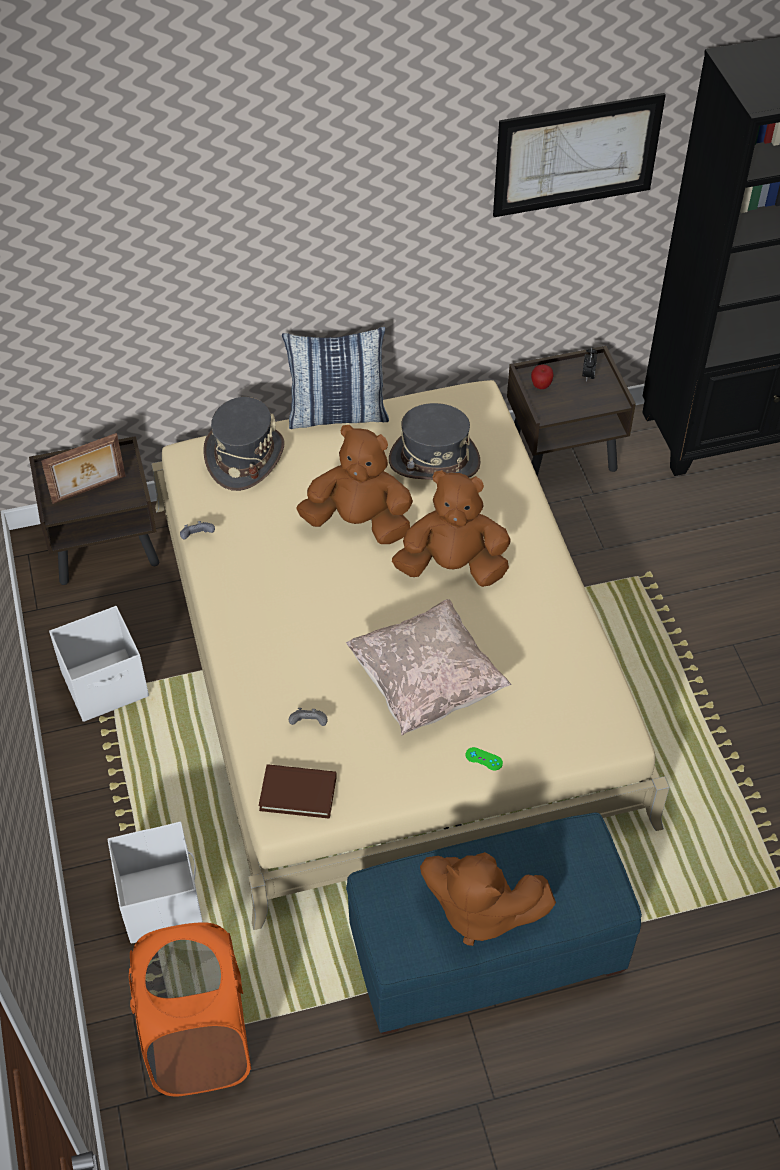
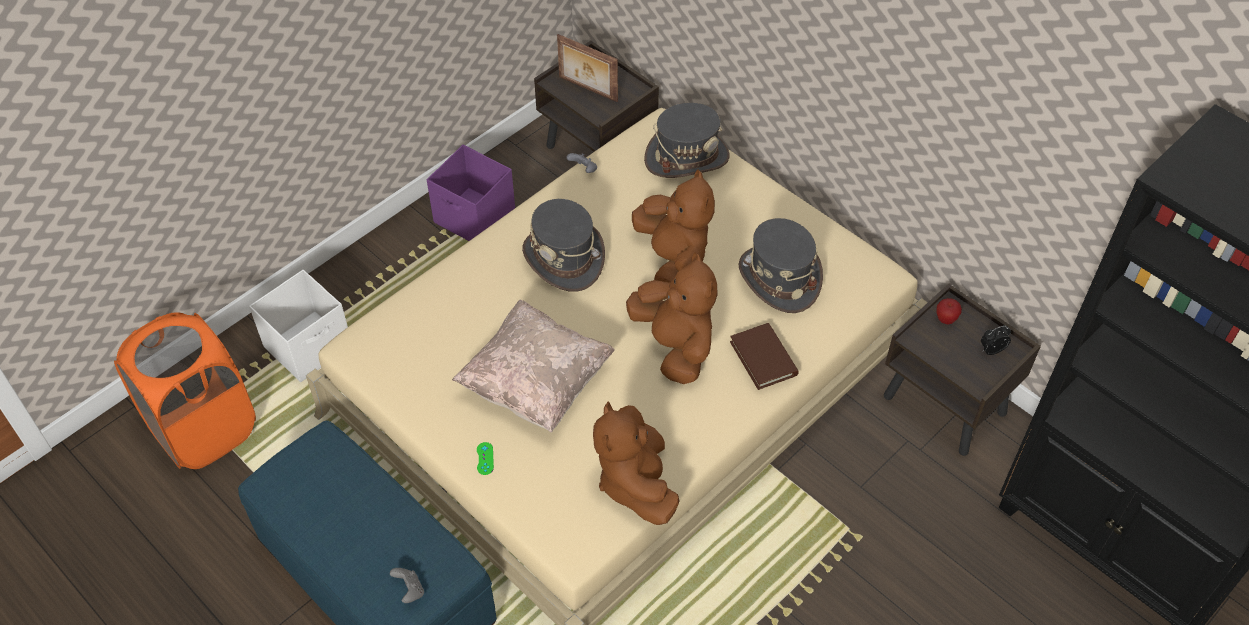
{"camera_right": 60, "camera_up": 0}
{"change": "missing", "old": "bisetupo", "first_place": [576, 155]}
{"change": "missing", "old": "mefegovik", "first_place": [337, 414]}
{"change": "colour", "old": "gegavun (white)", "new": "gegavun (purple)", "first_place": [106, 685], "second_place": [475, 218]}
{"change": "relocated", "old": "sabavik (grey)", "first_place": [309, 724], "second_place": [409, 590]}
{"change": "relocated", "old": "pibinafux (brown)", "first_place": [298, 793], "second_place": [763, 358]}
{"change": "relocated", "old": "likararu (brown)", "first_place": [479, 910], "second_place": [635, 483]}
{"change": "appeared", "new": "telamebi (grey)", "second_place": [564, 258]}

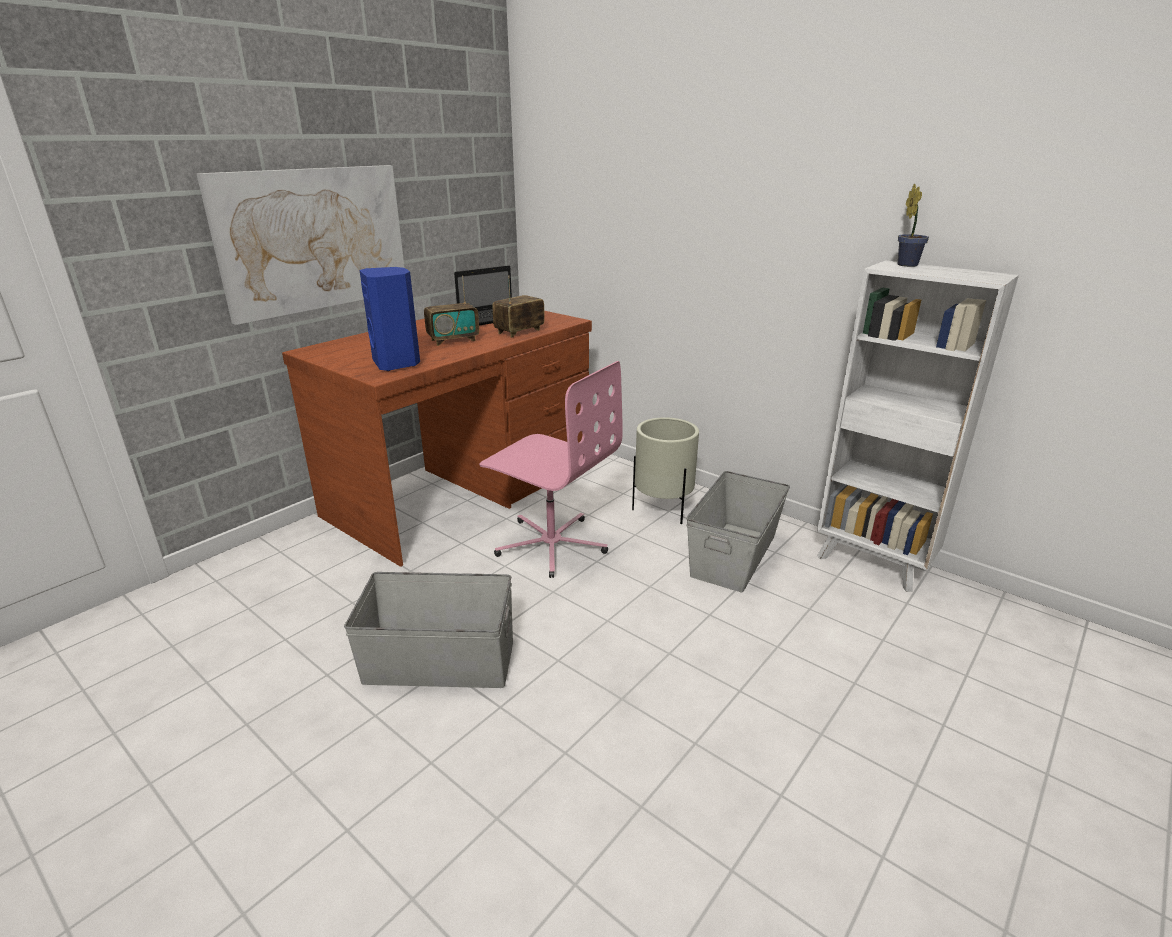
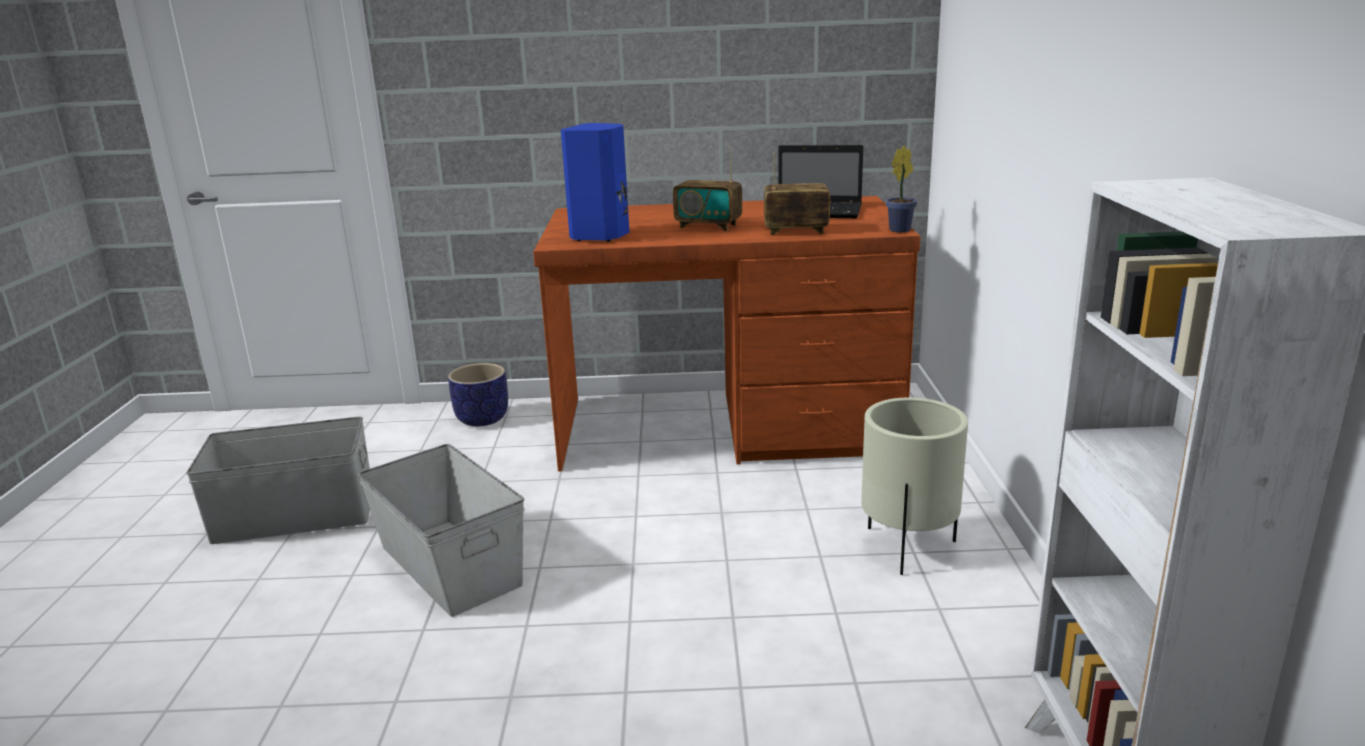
{"camera_right": 50, "camera_up": -5}
{"change": "missing", "old": "bisetupo", "first_place": [314, 239]}
{"change": "relocated", "old": "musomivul", "first_place": [906, 264], "second_place": [901, 229]}
{"change": "missing", "old": "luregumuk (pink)", "first_place": [551, 544]}
{"change": "relocated", "old": "gegavun (grey)", "first_place": [734, 555], "second_place": [295, 517]}
{"change": "appeared", "new": "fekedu", "second_place": [483, 419]}

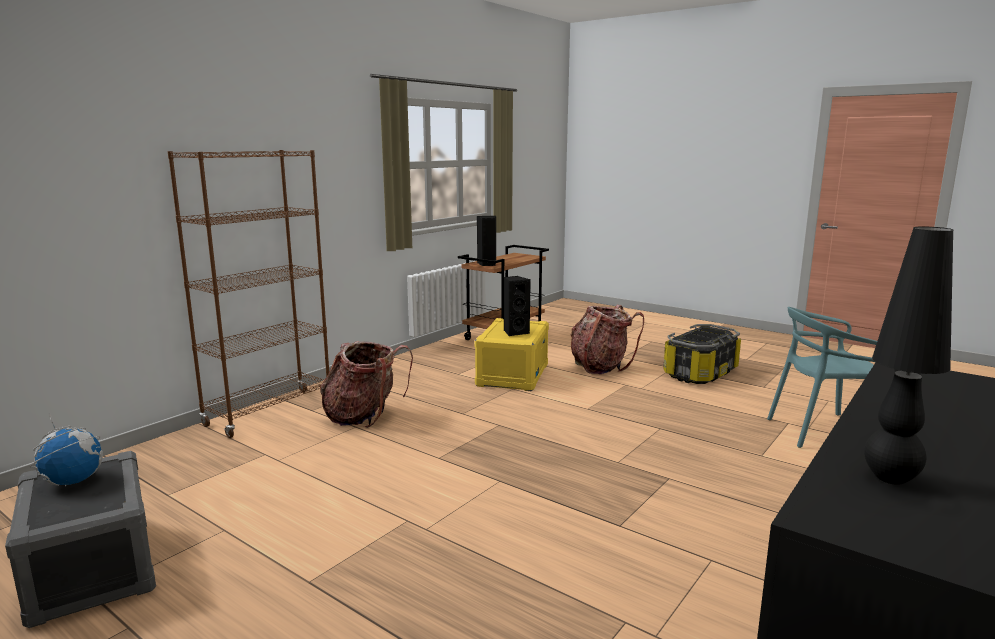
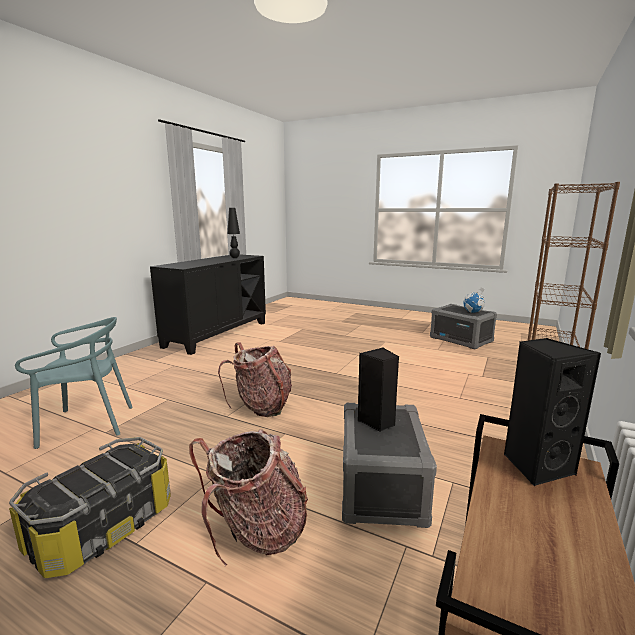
{"camera_right": 170, "camera_up": 0}
{"change": "colour", "old": "gegavun (yellow)", "new": "gegavun (grey)", "first_place": [512, 375], "second_place": [382, 487]}
{"change": "relocated", "old": "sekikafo", "first_place": [364, 416], "second_place": [262, 406]}

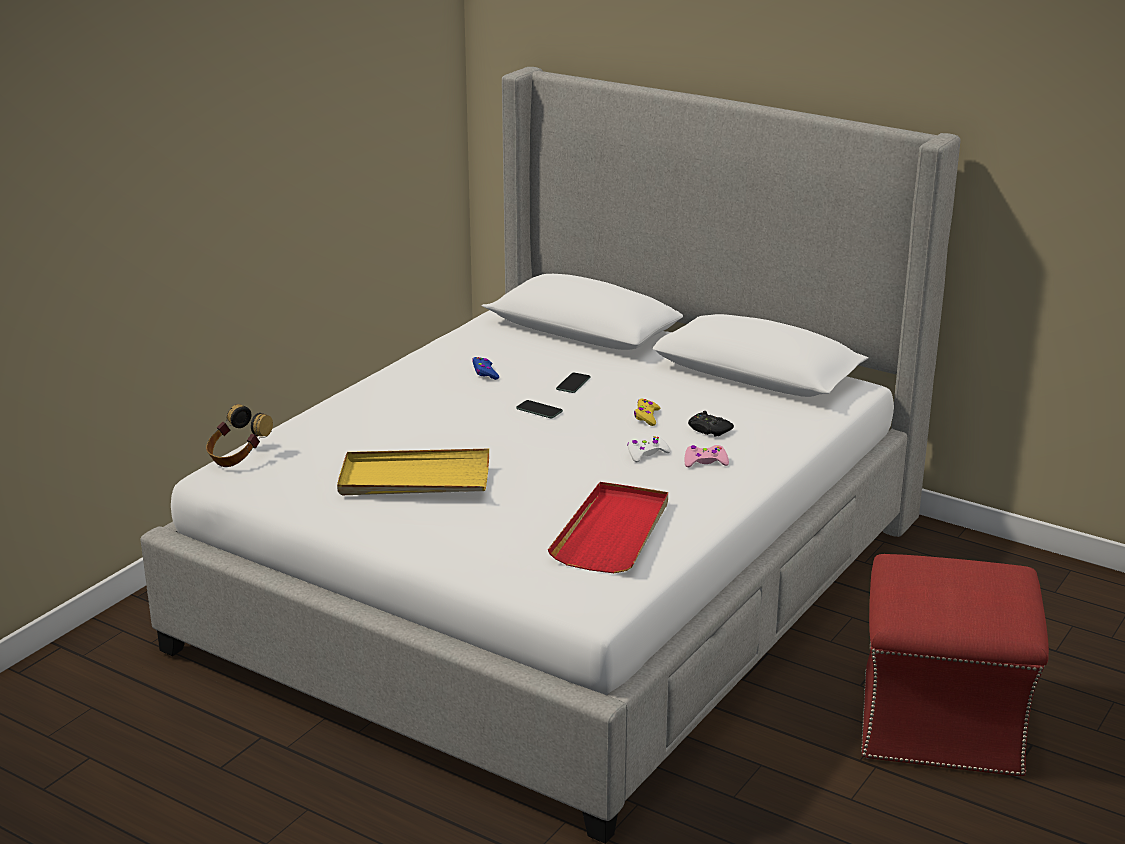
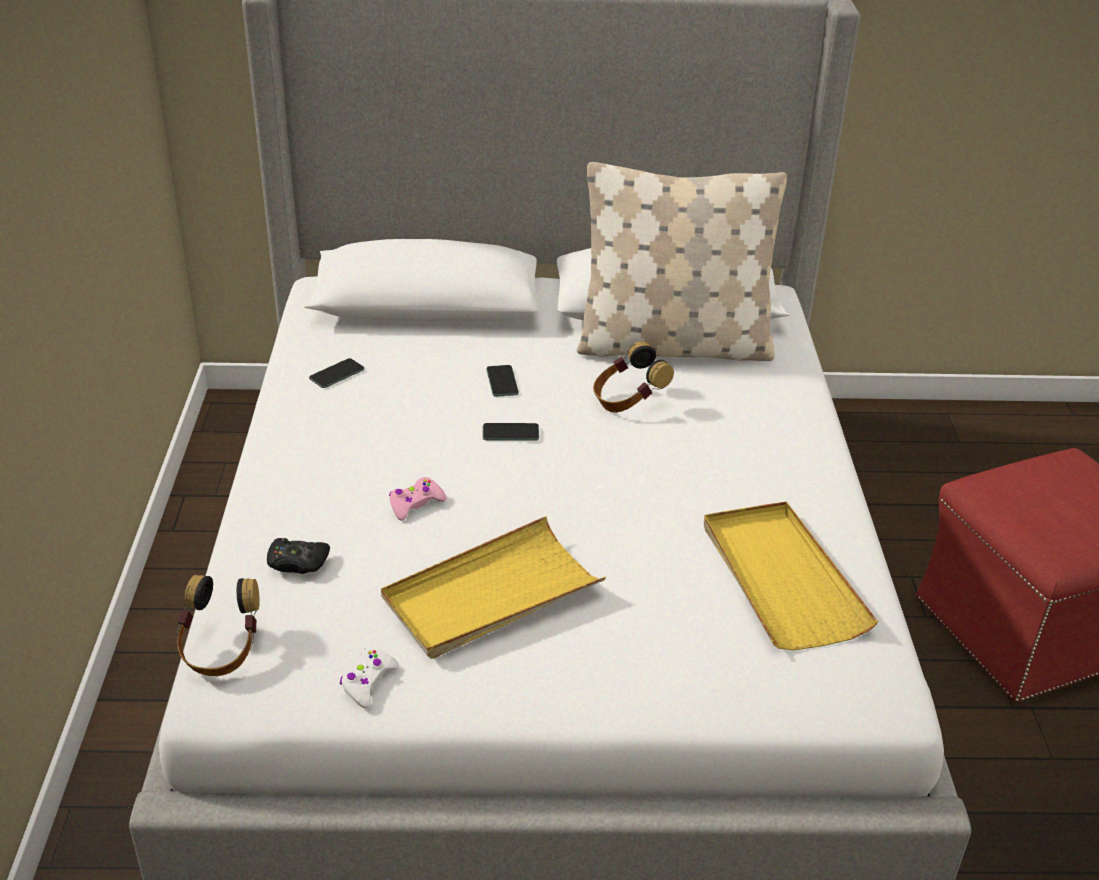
{"camera_right": -35, "camera_up": 10}
{"change": "missing", "old": "sabavik (blue)", "first_place": [485, 373]}
{"change": "exchanged", "old": "sabavik (yellow)", "new": "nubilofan", "first_place": [646, 417], "second_place": [627, 401]}
{"change": "relocated", "old": "sabavik (black)", "first_place": [708, 430], "second_place": [297, 562]}
{"change": "relocated", "old": "sabavik (white)", "first_place": [646, 454], "second_place": [368, 682]}
{"change": "relocated", "old": "sabavik (pink)", "first_place": [705, 462], "second_place": [415, 504]}
{"change": "colour", "old": "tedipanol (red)", "new": "tedipanol (yellow)", "first_place": [613, 532], "second_place": [781, 579]}
{"change": "appeared", "new": "mefegovik (beige)", "second_place": [673, 345]}
{"change": "appeared", "new": "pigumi", "second_place": [337, 374]}

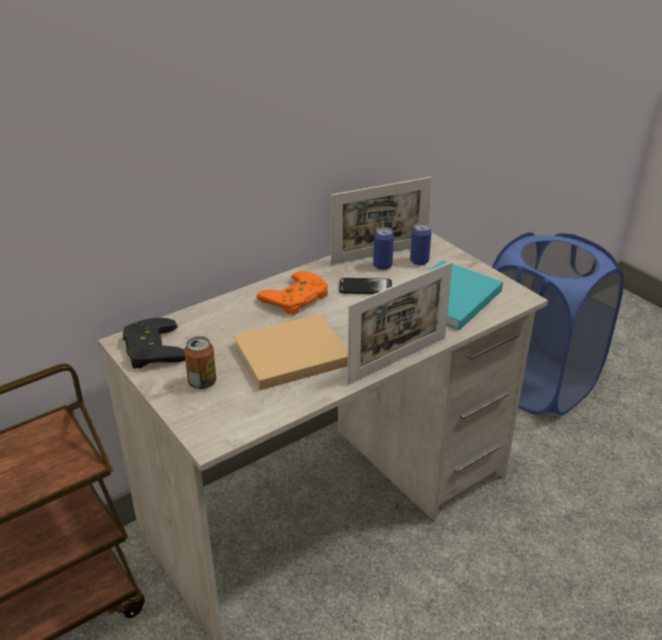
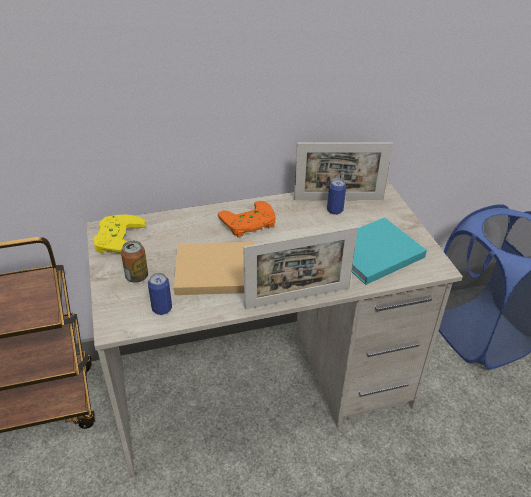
{"camera_right": 20, "camera_up": 5}
{"change": "relocated", "old": "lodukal", "first_place": [419, 261], "second_place": [162, 309]}
{"change": "missing", "old": "pigumi", "first_place": [365, 287]}
{"change": "colour", "old": "sabavik (black)", "new": "sabavik (yellow)", "first_place": [149, 349], "second_place": [116, 238]}

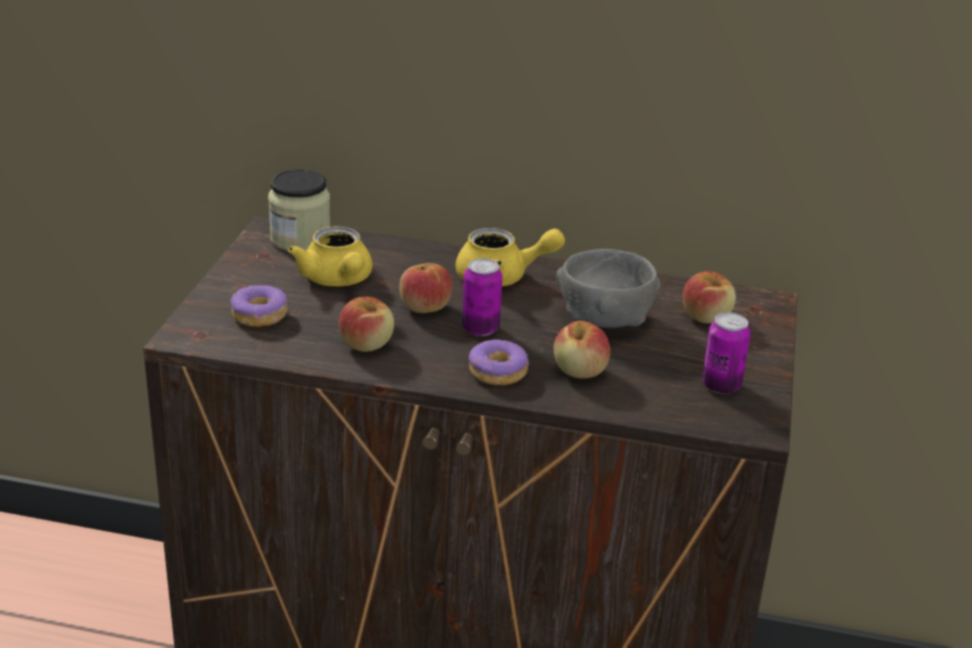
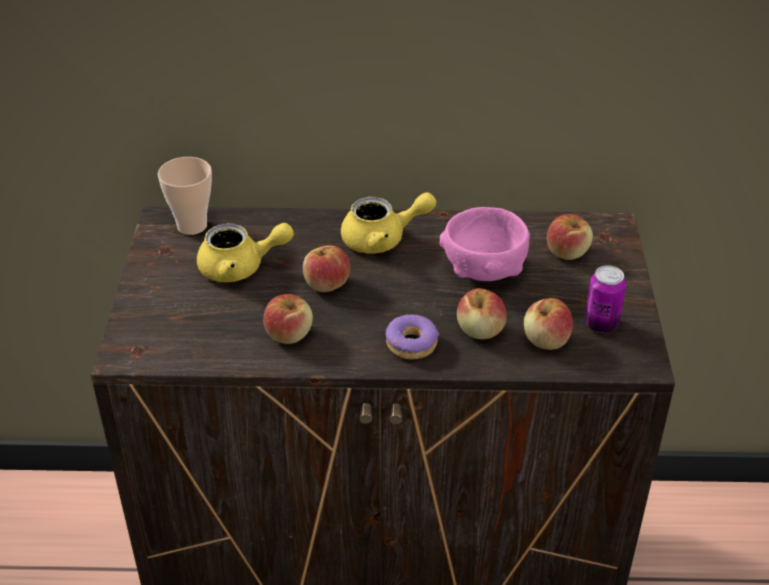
{"camera_right": -10, "camera_up": 10}
{"change": "exchanged", "old": "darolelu", "new": "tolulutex", "first_place": [300, 239], "second_place": [192, 226]}
{"change": "spun", "old": "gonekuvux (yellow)", "first_place": [338, 280], "second_place": [241, 267], "degrees": -60}
{"change": "colour", "old": "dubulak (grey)", "new": "dubulak (pink)", "first_place": [605, 319], "second_place": [484, 270]}
{"change": "missing", "old": "lodukal", "first_place": [480, 328]}
{"change": "missing", "old": "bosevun", "first_place": [259, 315]}
{"change": "appeared", "new": "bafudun", "second_place": [546, 340]}

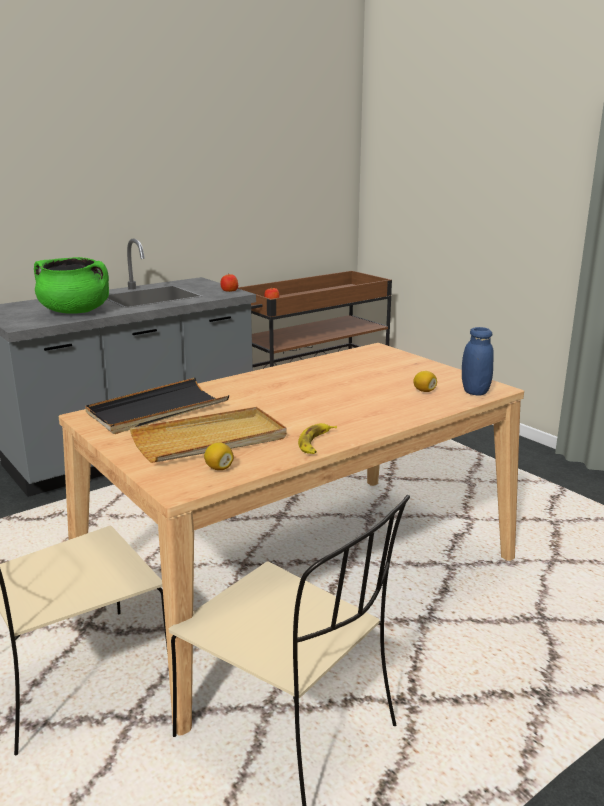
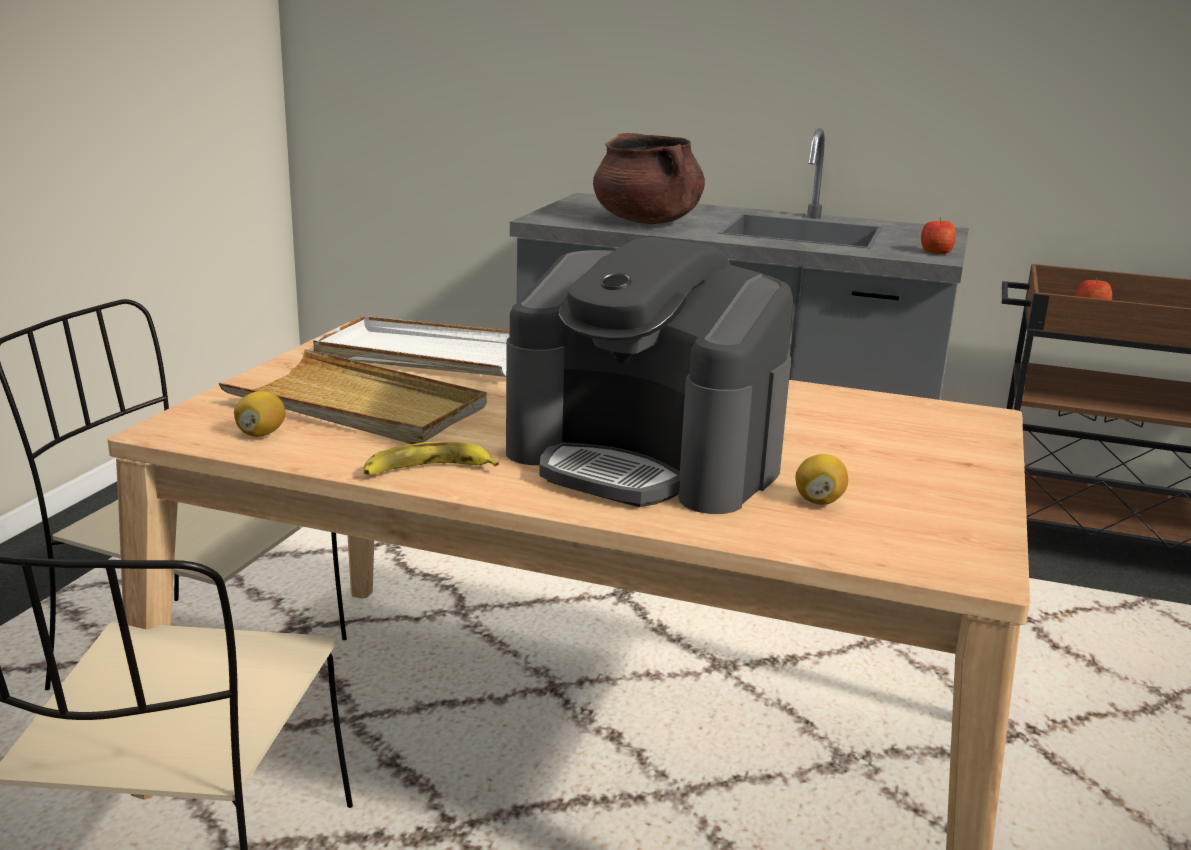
{"camera_right": 55, "camera_up": 0}
{"change": "colour", "old": "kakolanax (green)", "new": "kakolanax (brown)", "first_place": [75, 312], "second_place": [647, 222]}
{"change": "missing", "old": "darolelu (blue)", "first_place": [475, 391]}
{"change": "colour", "old": "tedipanol (black)", "new": "tedipanol (white)", "first_place": [157, 410], "second_place": [429, 356]}
{"change": "appeared", "new": "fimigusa", "second_place": [645, 460]}

